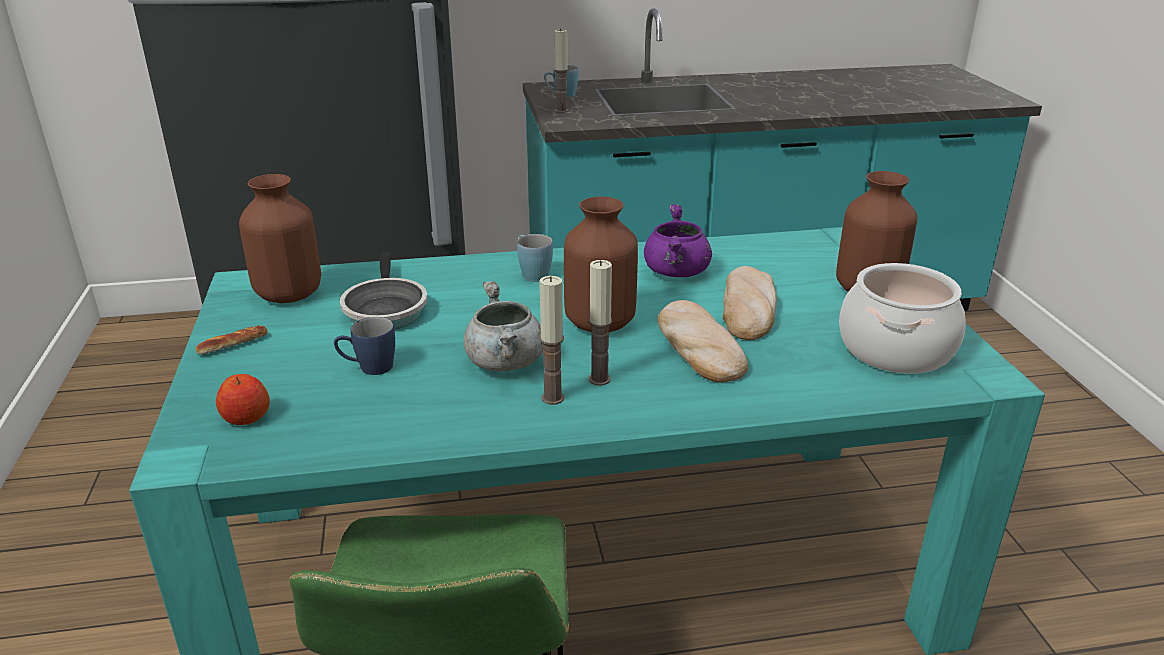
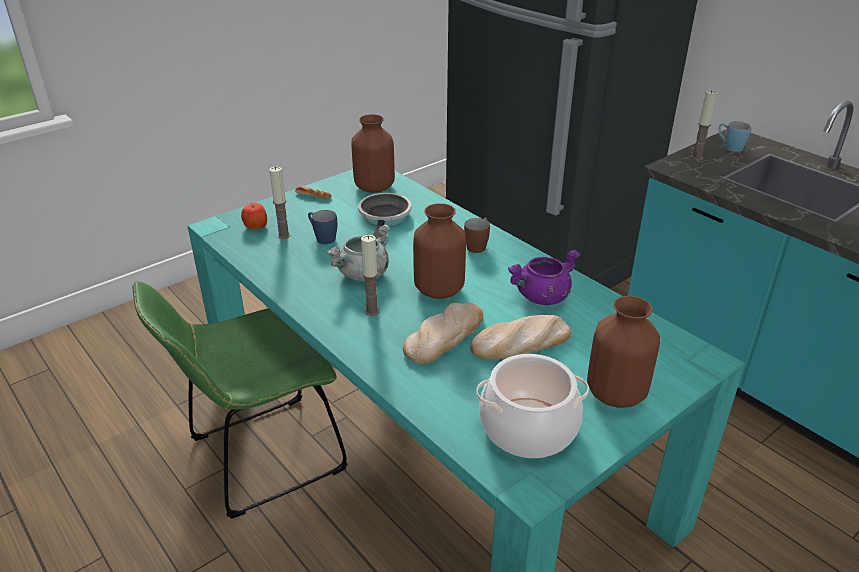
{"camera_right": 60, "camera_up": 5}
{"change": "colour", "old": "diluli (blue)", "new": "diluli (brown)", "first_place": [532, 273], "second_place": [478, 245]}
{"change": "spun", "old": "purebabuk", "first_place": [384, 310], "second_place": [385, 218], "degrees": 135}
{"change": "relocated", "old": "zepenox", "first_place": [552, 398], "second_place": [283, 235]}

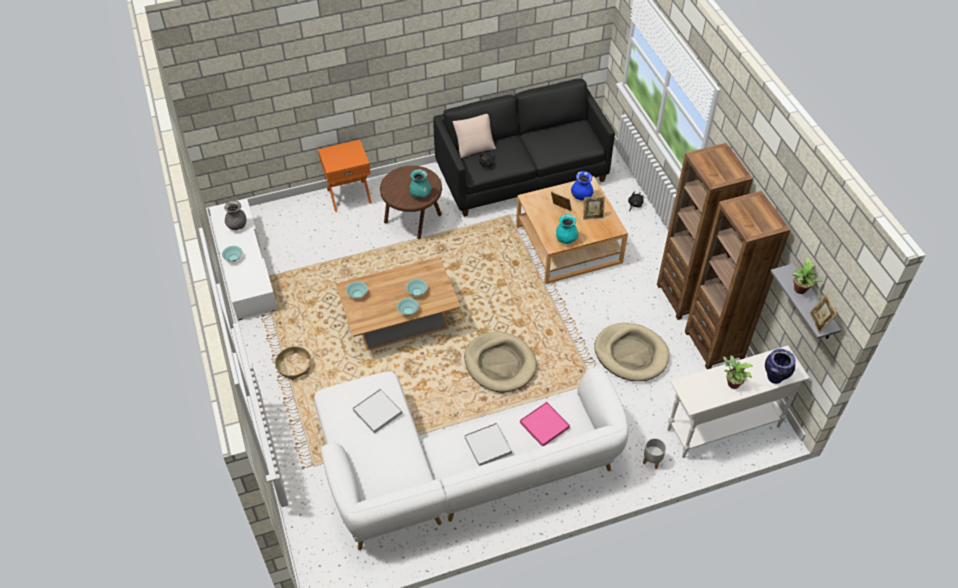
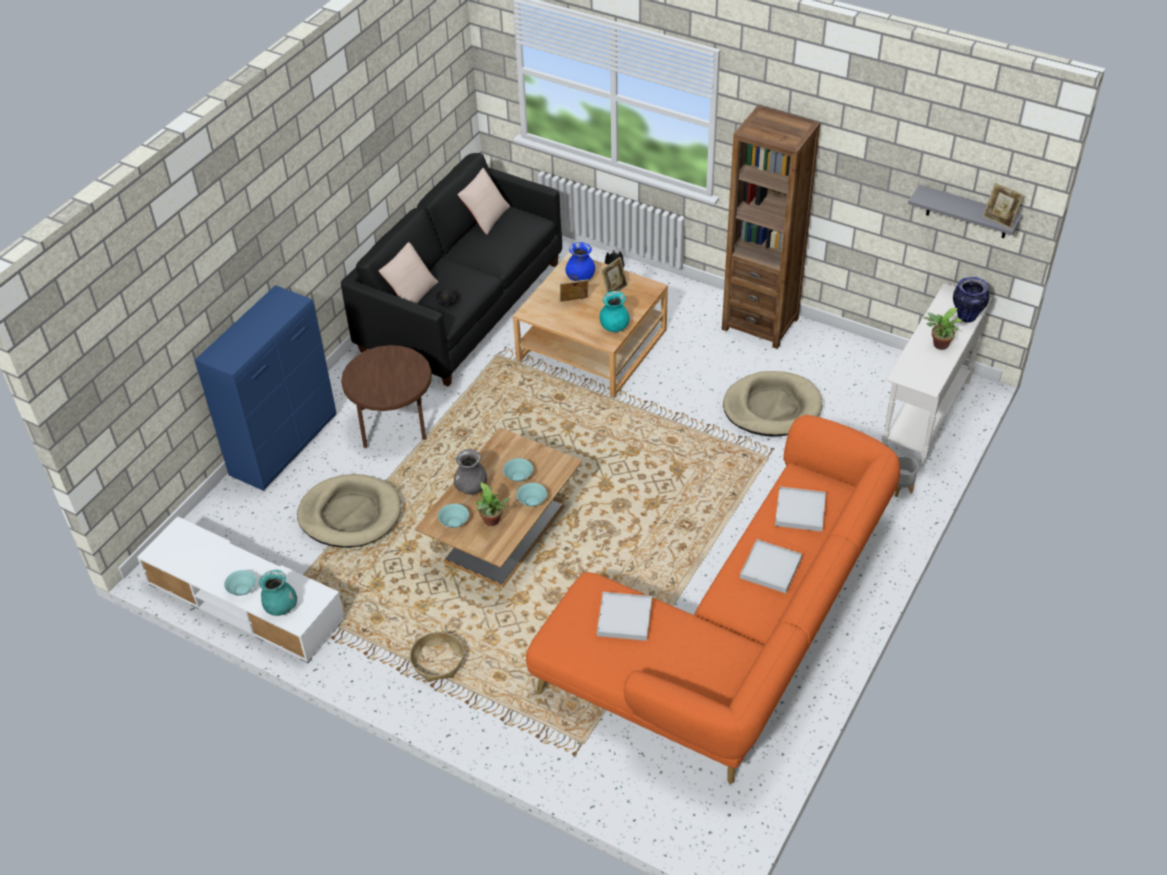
{"camera_right": -40, "camera_up": -5}
{"change": "exchanged", "old": "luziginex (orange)", "new": "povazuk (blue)", "first_place": [349, 195], "second_place": [284, 445]}
{"change": "relocated", "old": "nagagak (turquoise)", "first_place": [420, 194], "second_place": [281, 607]}
{"change": "missing", "old": "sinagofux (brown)", "first_place": [714, 344]}
{"change": "relocated", "old": "nagagak (grey)", "first_place": [237, 225], "second_place": [471, 487]}
{"change": "relocated", "old": "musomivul", "first_place": [800, 290], "second_place": [492, 522]}
{"change": "relocated", "old": "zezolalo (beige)", "first_place": [500, 364], "second_place": [350, 514]}
{"change": "colour", "old": "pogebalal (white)", "new": "pogebalal (orange)", "first_place": [454, 470], "second_place": [733, 635]}
{"change": "colour", "old": "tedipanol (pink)", "new": "tedipanol (white)", "first_place": [544, 425], "second_place": [800, 511]}
{"change": "appeared", "new": "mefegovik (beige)", "second_place": [485, 217]}

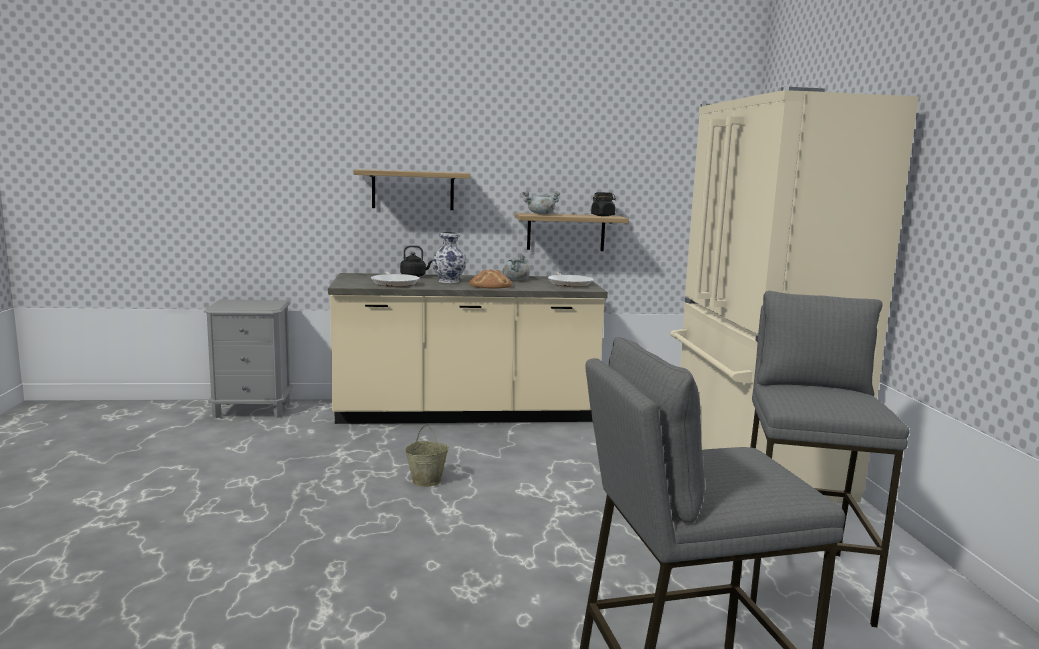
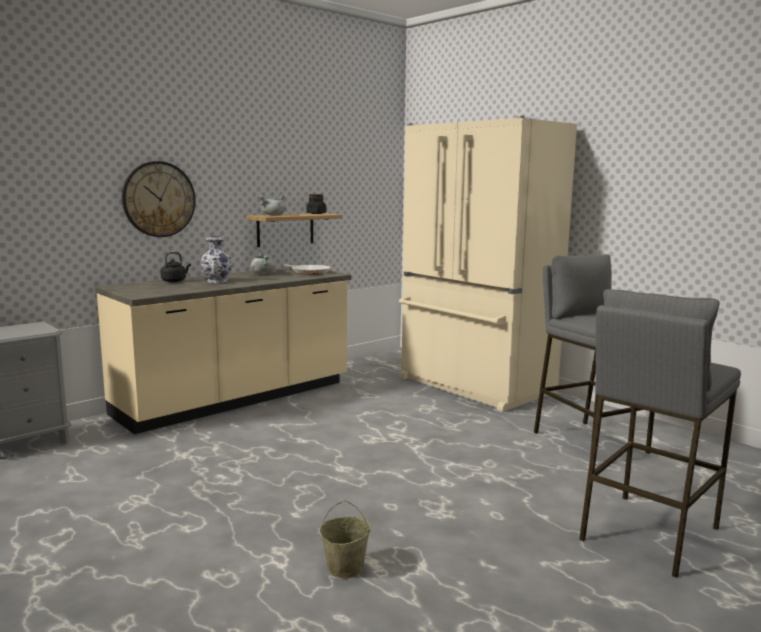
{"camera_right": -35, "camera_up": 0}
{"change": "exchanged", "old": "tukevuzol", "new": "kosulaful", "first_place": [413, 190], "second_place": [159, 199]}
{"change": "missing", "old": "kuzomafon", "first_place": [490, 285]}
{"change": "missing", "old": "purebabuk", "first_place": [394, 283]}
{"change": "relocated", "old": "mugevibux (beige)", "first_place": [427, 481], "second_place": [346, 568]}

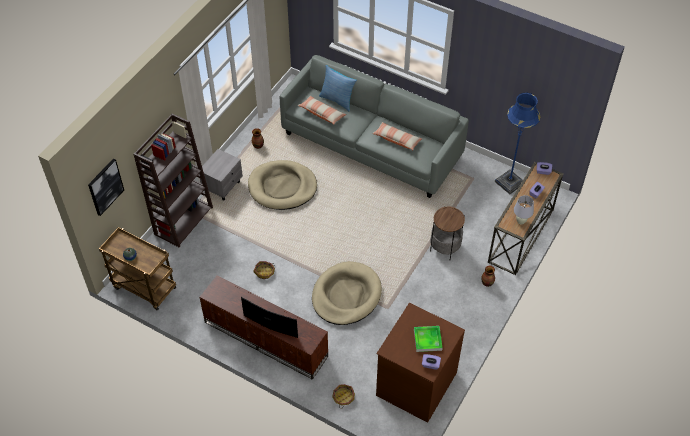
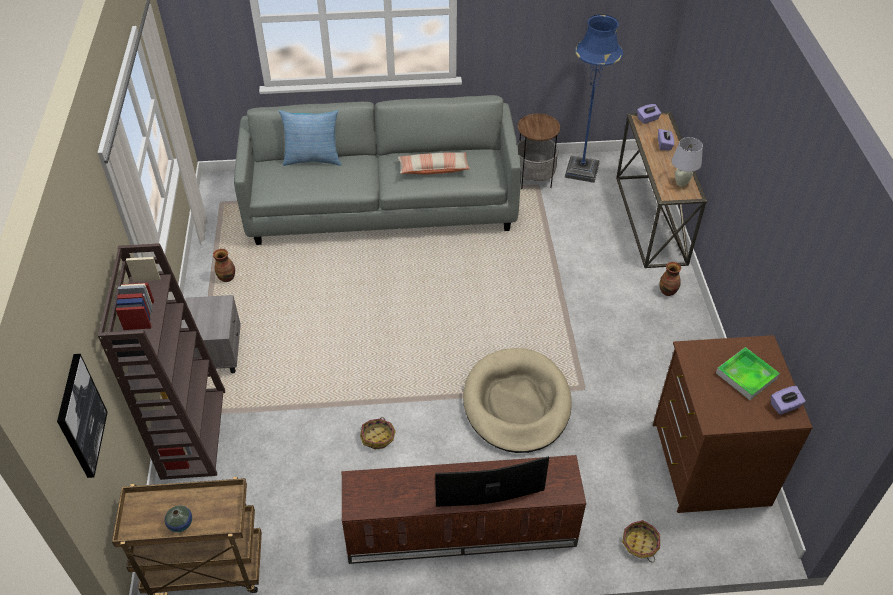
{"camera_right": -35, "camera_up": -5}
{"change": "missing", "old": "mefegovik", "first_place": [322, 113]}
{"change": "missing", "old": "zezolalo (beige)", "first_place": [282, 187]}
{"change": "relocated", "old": "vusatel", "first_place": [445, 248], "second_place": [534, 179]}

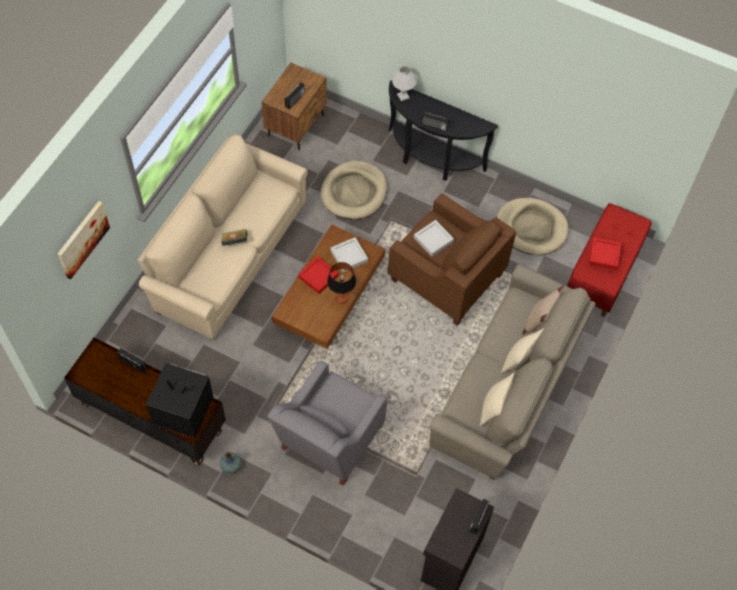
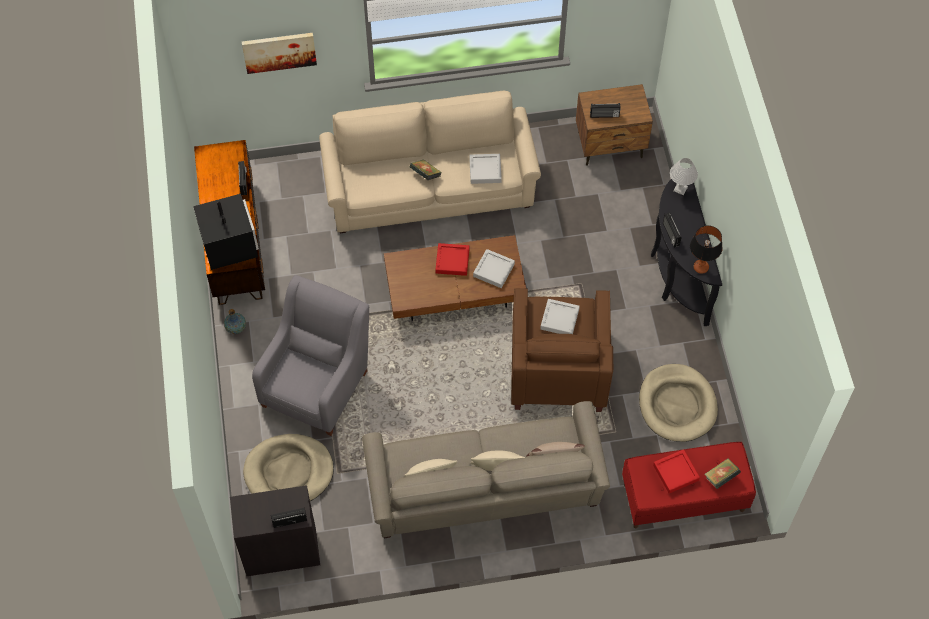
{"camera_right": 55, "camera_up": 0}
{"change": "relocated", "old": "zezolalo (beige)", "first_place": [354, 192], "second_place": [289, 472]}
{"change": "relocated", "old": "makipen", "first_place": [341, 298], "second_place": [700, 267]}
{"change": "spun", "old": "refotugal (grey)", "first_place": [329, 440], "second_place": [317, 384], "degrees": 120}
{"change": "appeared", "new": "tedipanol (grey)", "second_place": [485, 170]}
{"change": "appeared", "new": "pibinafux", "second_place": [721, 477]}

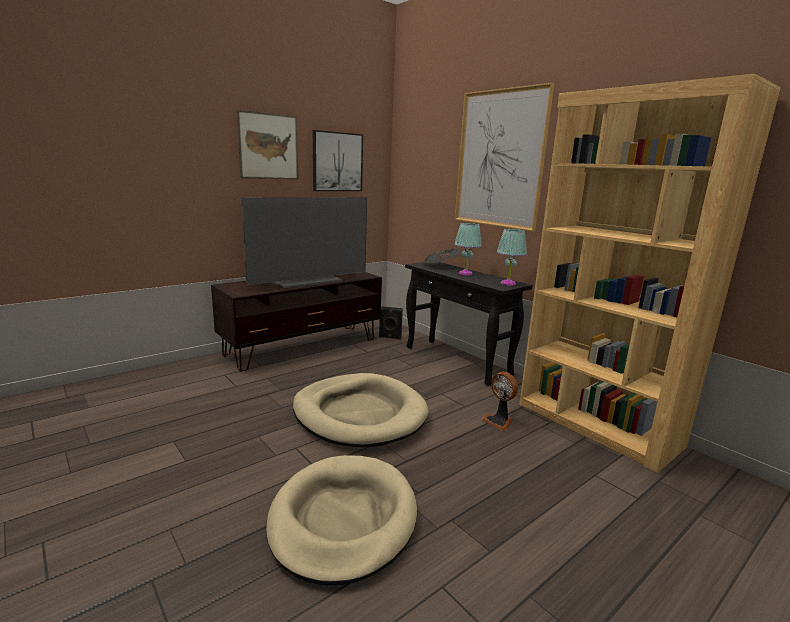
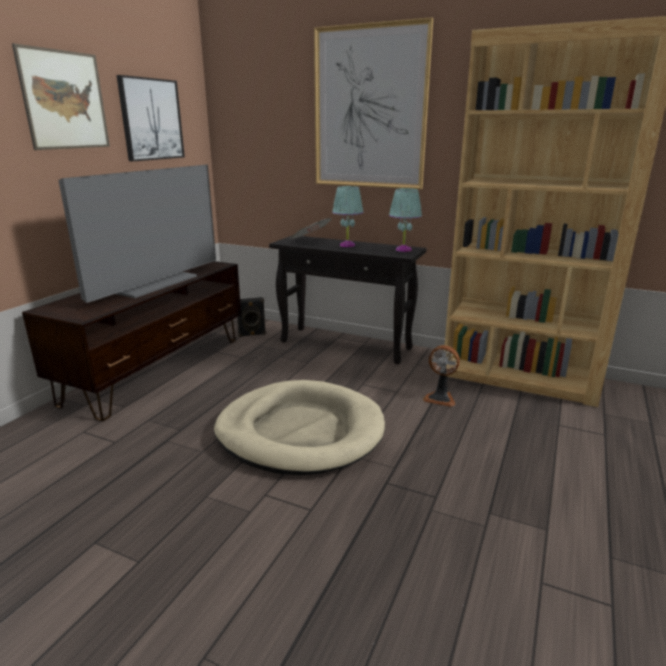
{"camera_right": -25, "camera_up": 5}
{"change": "missing", "old": "zezolalo (beige)", "first_place": [343, 520]}

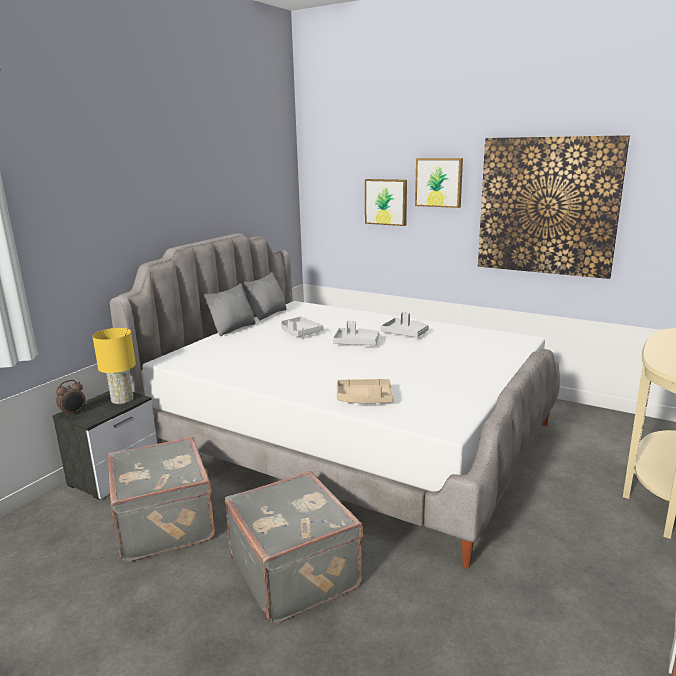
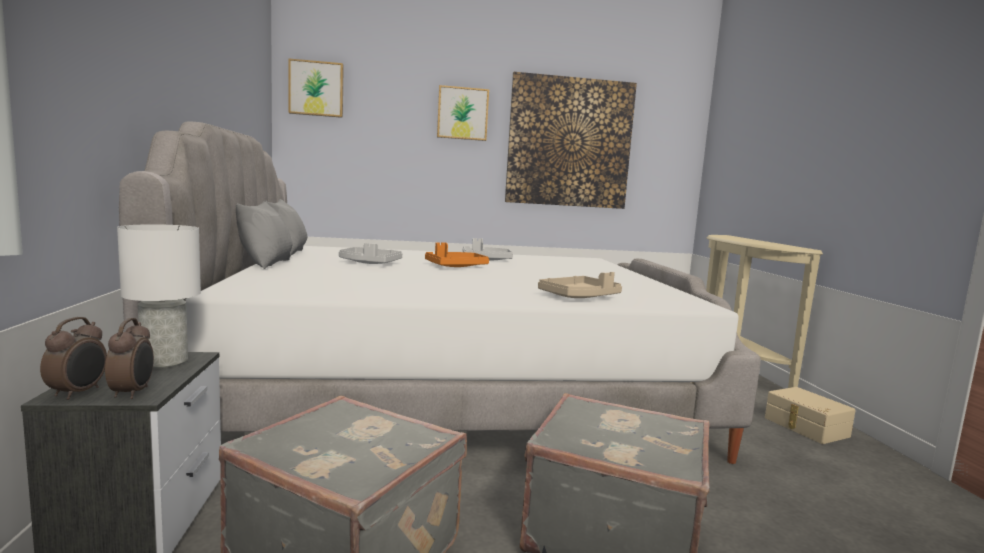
{"camera_right": -40, "camera_up": -10}
{"change": "relocated", "old": "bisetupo", "first_place": [386, 202], "second_place": [316, 89]}
{"change": "colour", "old": "tedipanol (grey)", "new": "tedipanol (orange)", "first_place": [356, 343], "second_place": [455, 266]}
{"change": "colour", "old": "makipen (yellow)", "new": "makipen (white)", "first_place": [123, 399], "second_place": [166, 361]}
{"change": "appeared", "new": "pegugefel", "second_place": [133, 392]}
{"change": "appeared", "new": "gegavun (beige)", "second_place": [805, 427]}

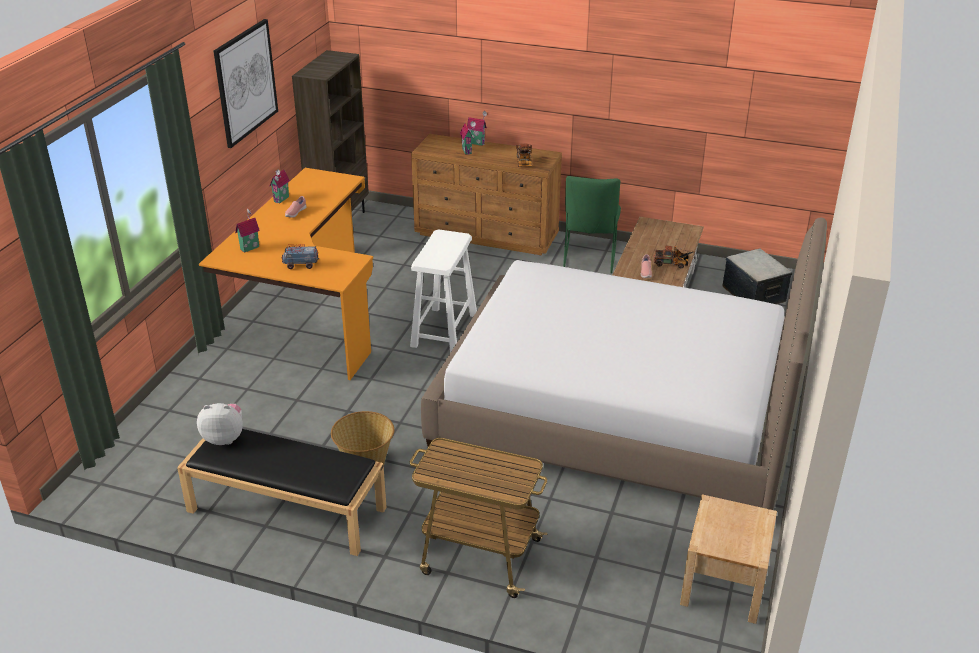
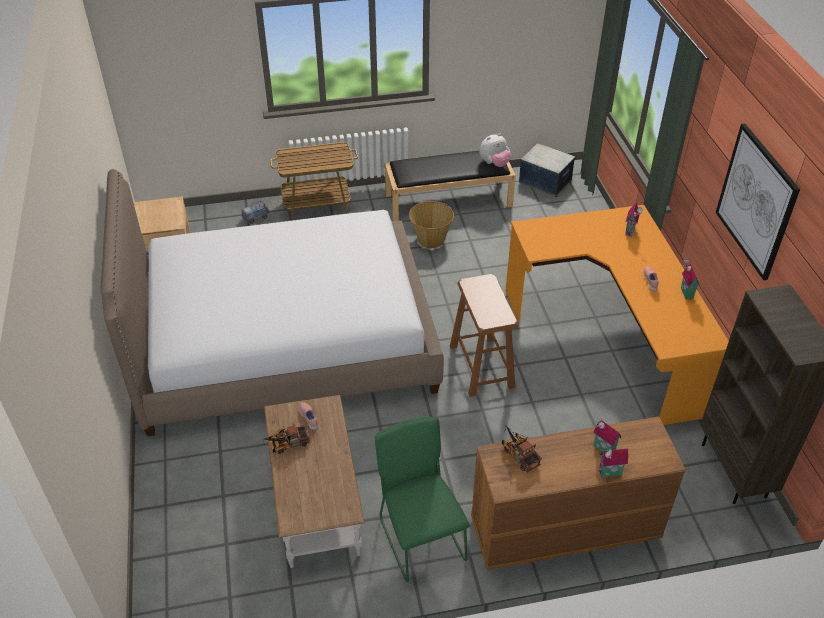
{"camera_right": 150, "camera_up": 10}
{"change": "colour", "old": "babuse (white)", "new": "babuse (brown)", "first_place": [444, 331], "second_place": [481, 366]}
{"change": "relocated", "old": "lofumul", "first_place": [301, 265], "second_place": [256, 218]}
{"change": "relocated", "old": "gegavun", "first_place": [754, 294], "second_place": [545, 182]}

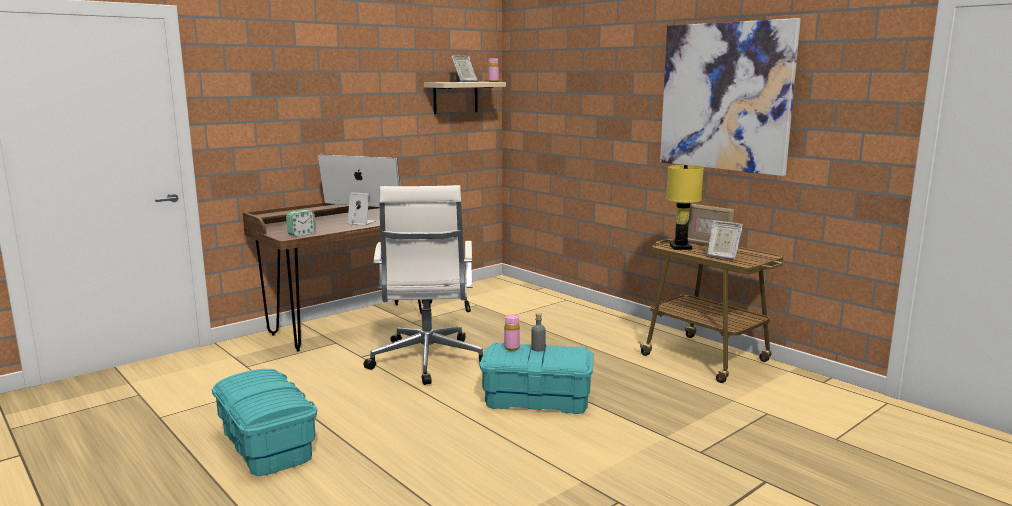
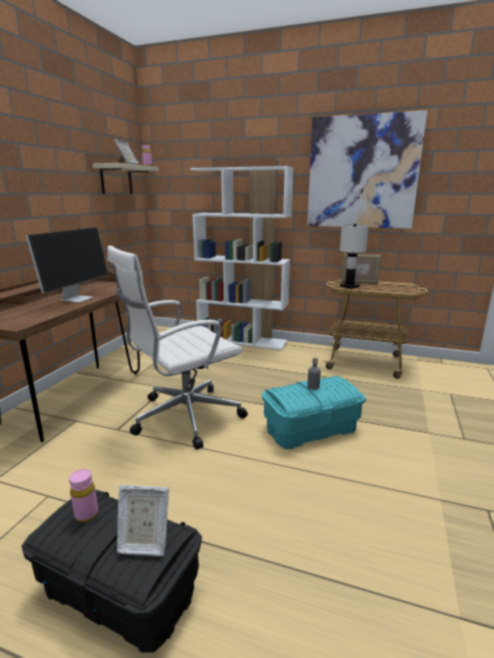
{"camera_right": -30, "camera_up": 5}
{"change": "spun", "old": "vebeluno", "first_place": [360, 222], "second_place": [77, 298], "degrees": 120}
{"change": "colour", "old": "makipen (yellow)", "new": "makipen (white)", "first_place": [681, 247], "second_place": [349, 286]}
{"change": "spun", "old": "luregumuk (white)", "first_place": [427, 361], "second_place": [183, 417], "degrees": 90}
{"change": "missing", "old": "pegugefel", "first_place": [301, 234]}
{"change": "relocated", "old": "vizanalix", "first_place": [722, 256], "second_place": [144, 542]}
{"change": "relocated", "old": "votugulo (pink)", "first_place": [512, 348], "second_place": [86, 514]}
{"change": "colour", "old": "gegavun (turquoise)", "new": "gegavun (black)", "first_place": [267, 444], "second_place": [120, 588]}
{"change": "appeared", "new": "sinagofux (white)", "second_place": [242, 340]}

